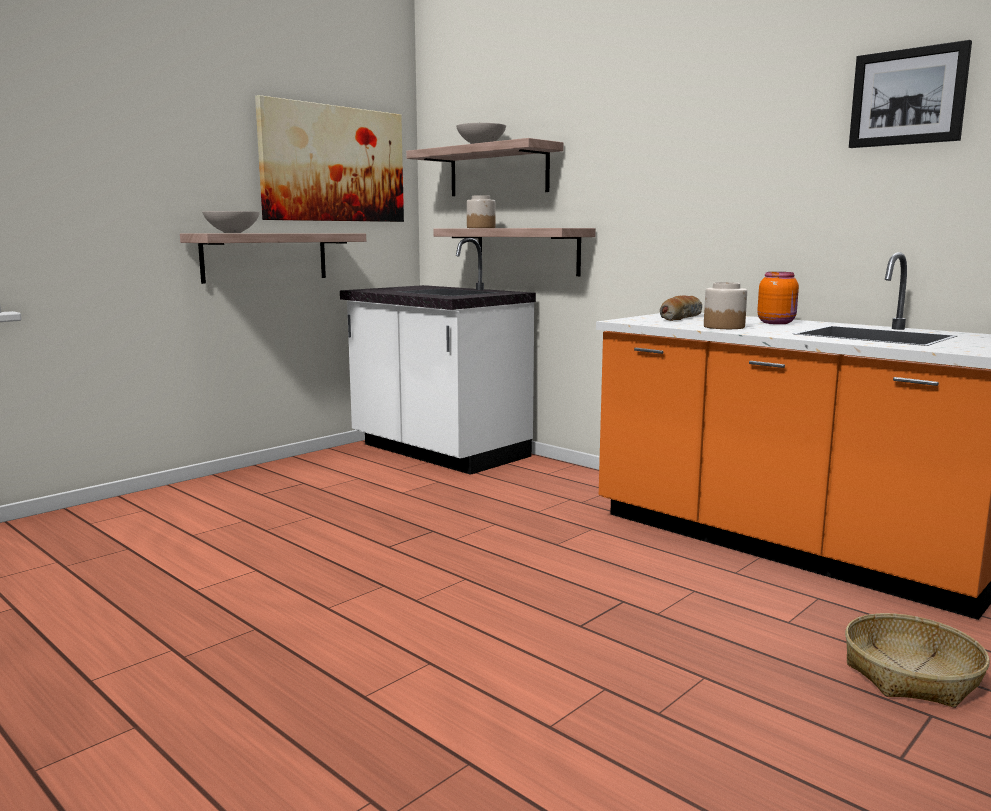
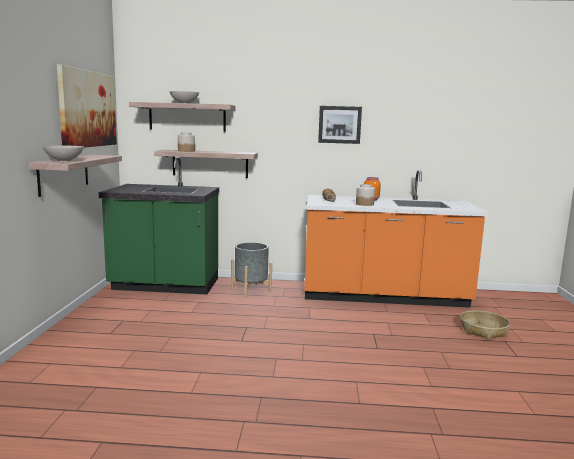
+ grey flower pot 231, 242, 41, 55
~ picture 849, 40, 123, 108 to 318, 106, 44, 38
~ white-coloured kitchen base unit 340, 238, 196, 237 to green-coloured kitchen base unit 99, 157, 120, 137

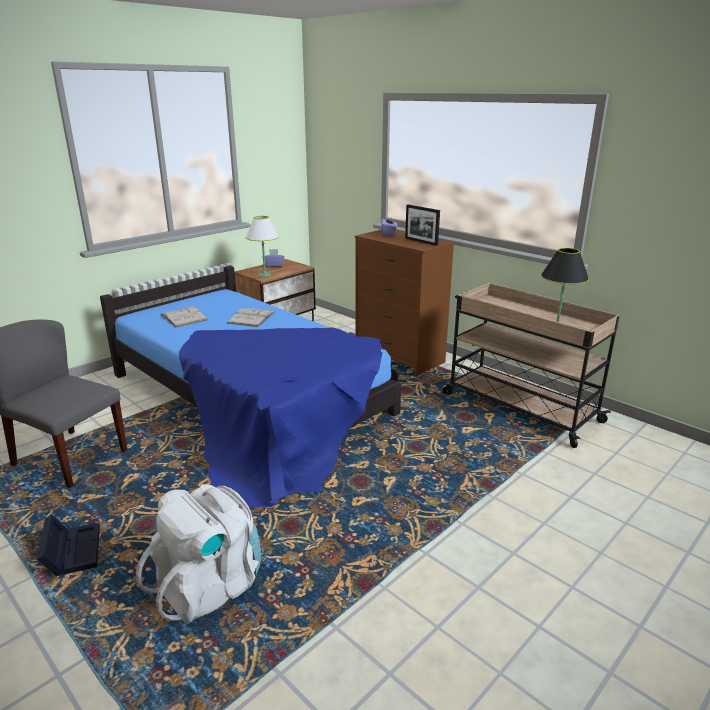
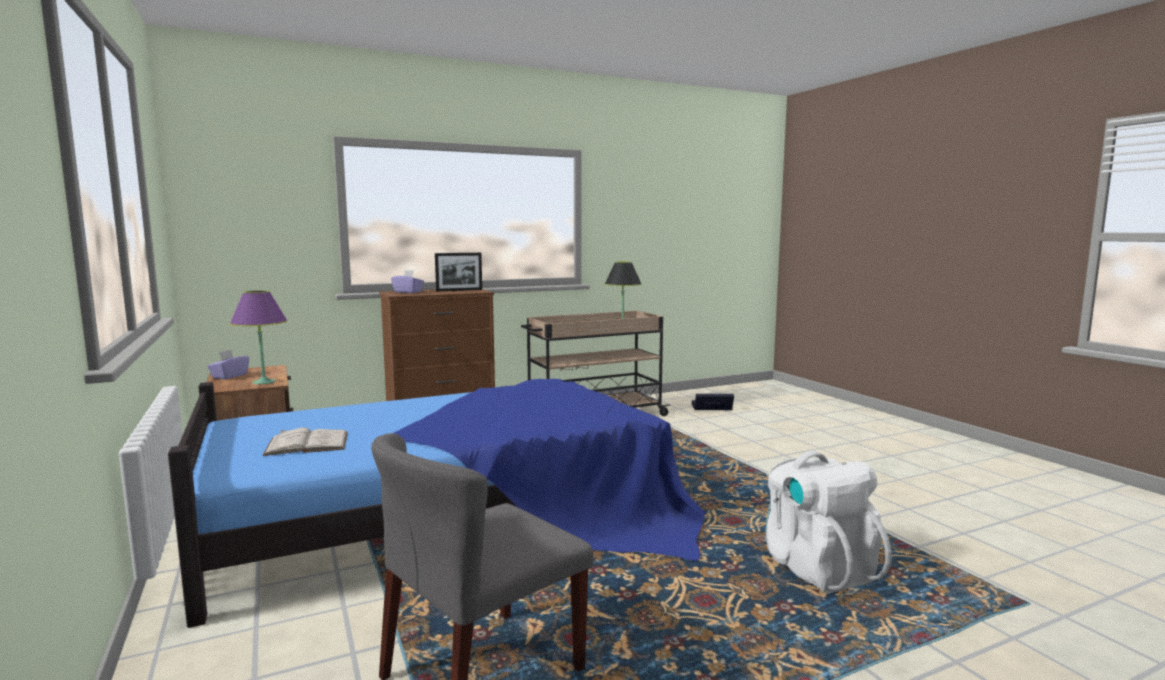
- white-coloured volume 227, 308, 48, 19
~ black-coloured storage box 37, 514, 63, 62 to 692, 394, 42, 16
~ white-coloured lamp for a table 246, 216, 33, 61 to purple-coloured lamp for a table 230, 290, 58, 94

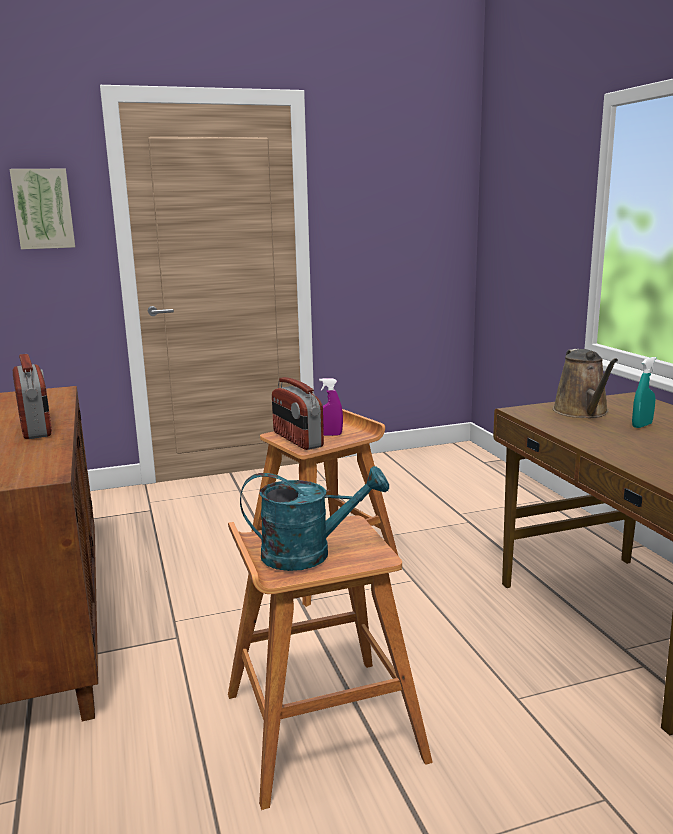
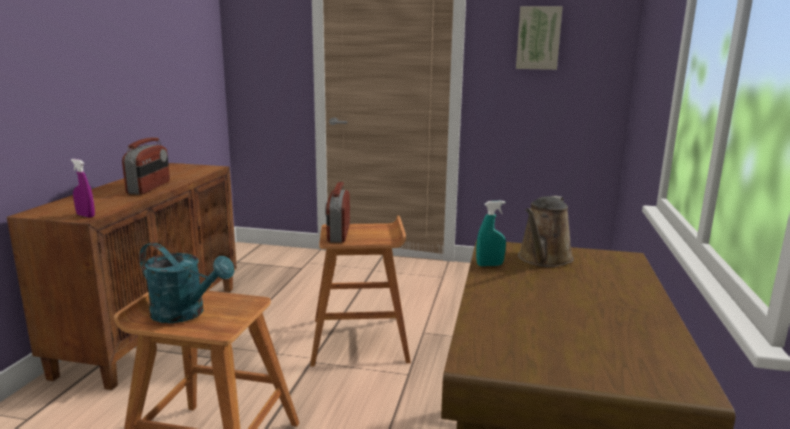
~ picture 9, 169, 66, 80 to 516, 6, 47, 64
~ purple-coloured spray bottle 319, 378, 24, 58 to 71, 159, 24, 59
~ turquoise-coloured spray bottle 632, 357, 25, 71 to 476, 201, 30, 65

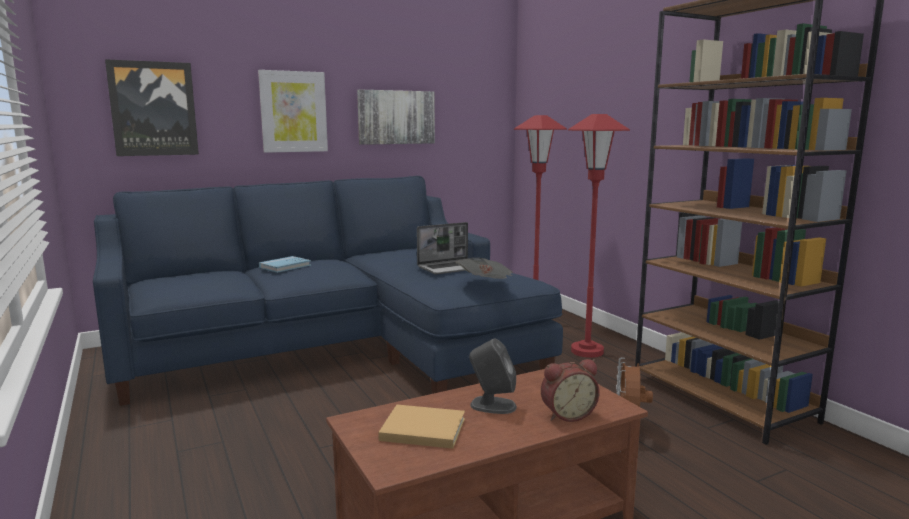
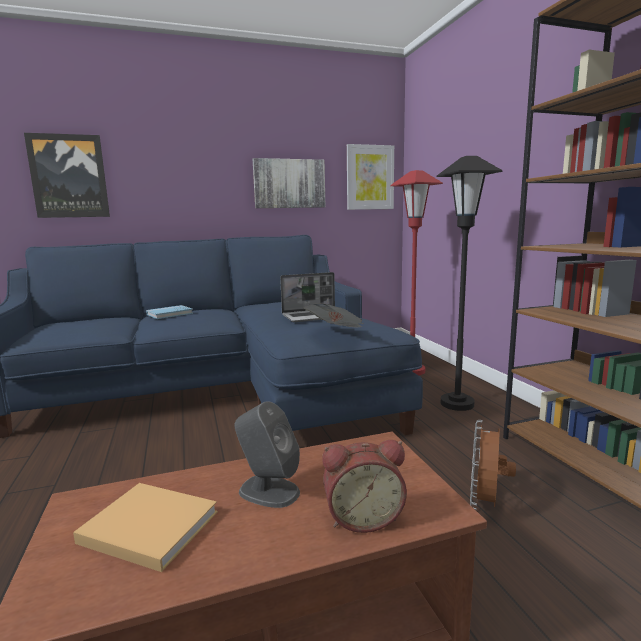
~ picture 258, 70, 70, 83 to 347, 144, 47, 66
~ red-coloured floor lamp 568, 114, 62, 244 to black-coloured floor lamp 437, 156, 65, 255

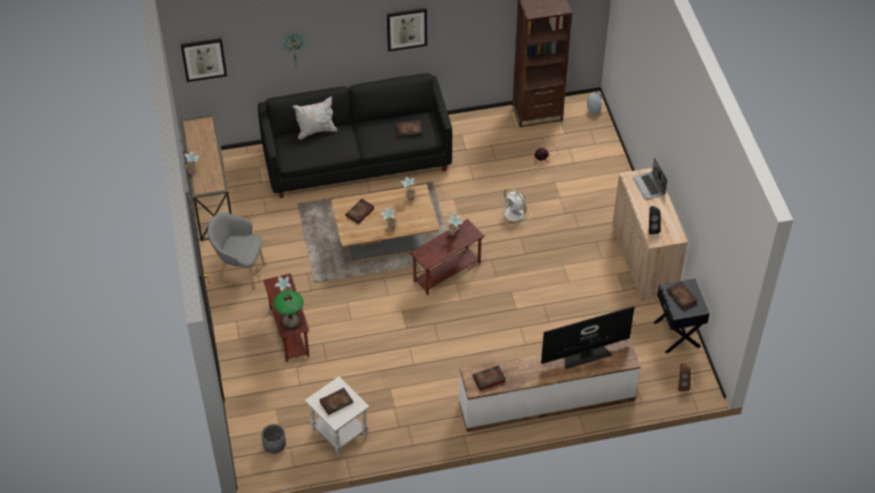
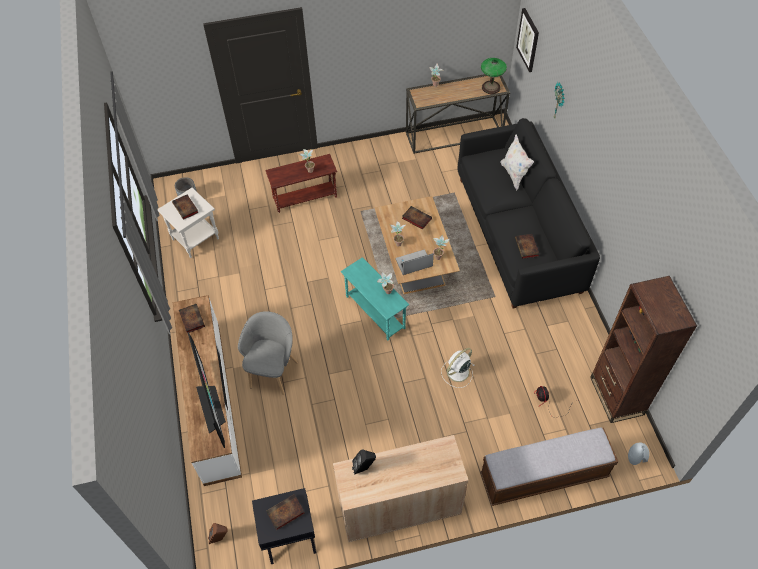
- picture 387, 8, 40, 44
+ long seat 480, 427, 138, 79
~ grey lounge chair 208, 212, 57, 78 to 238, 311, 60, 84
~ lamp for a table 274, 290, 30, 40 to 481, 58, 26, 36
~ portable computer 633, 158, 34, 41 to 396, 250, 38, 25
~ brown-coloured end table 410, 219, 75, 76 to turquoise-coloured end table 341, 257, 69, 84

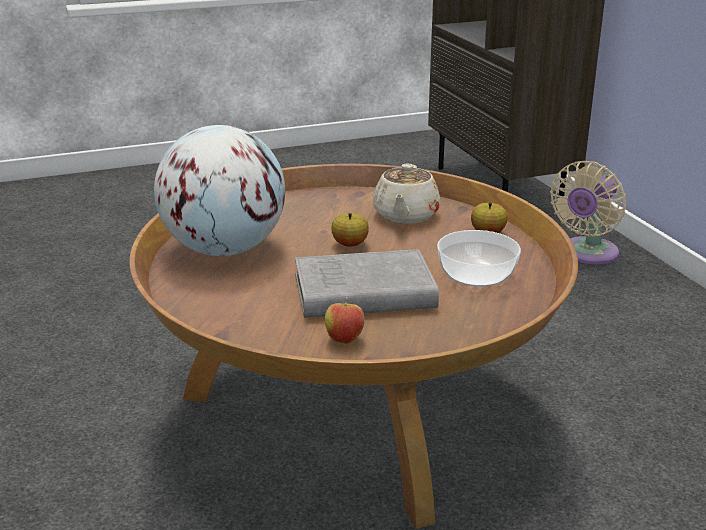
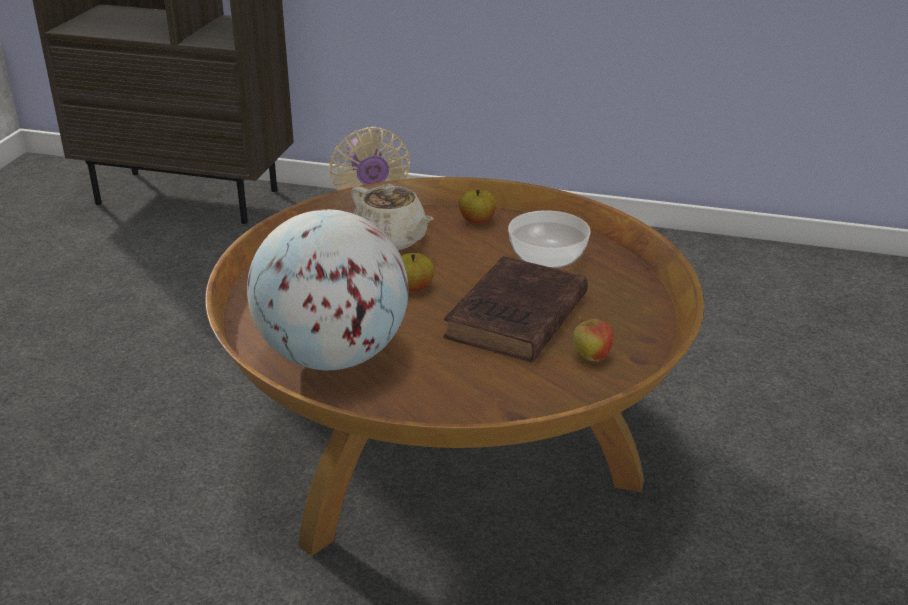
~ grey volume 295, 249, 144, 69 to brown-coloured volume 443, 256, 145, 106

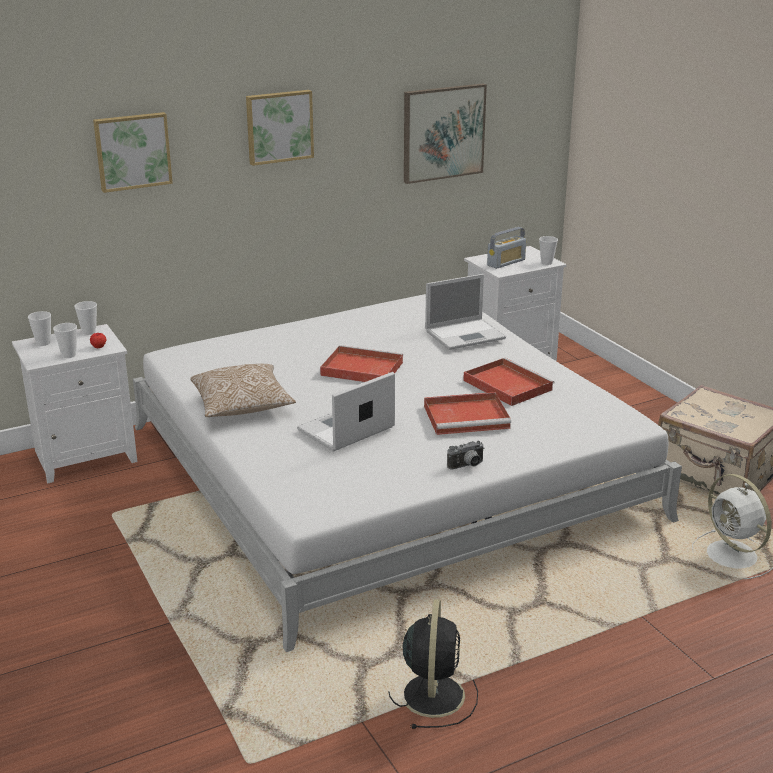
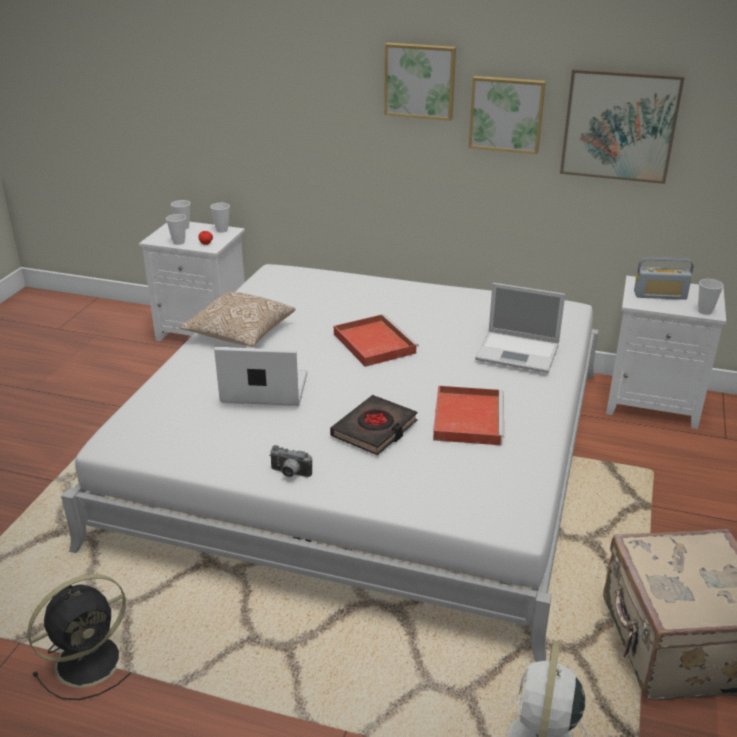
~ picture 93, 112, 80, 81 to 469, 76, 77, 78
~ red-coloured tray 424, 392, 87, 43 to black-coloured volume 330, 395, 88, 60

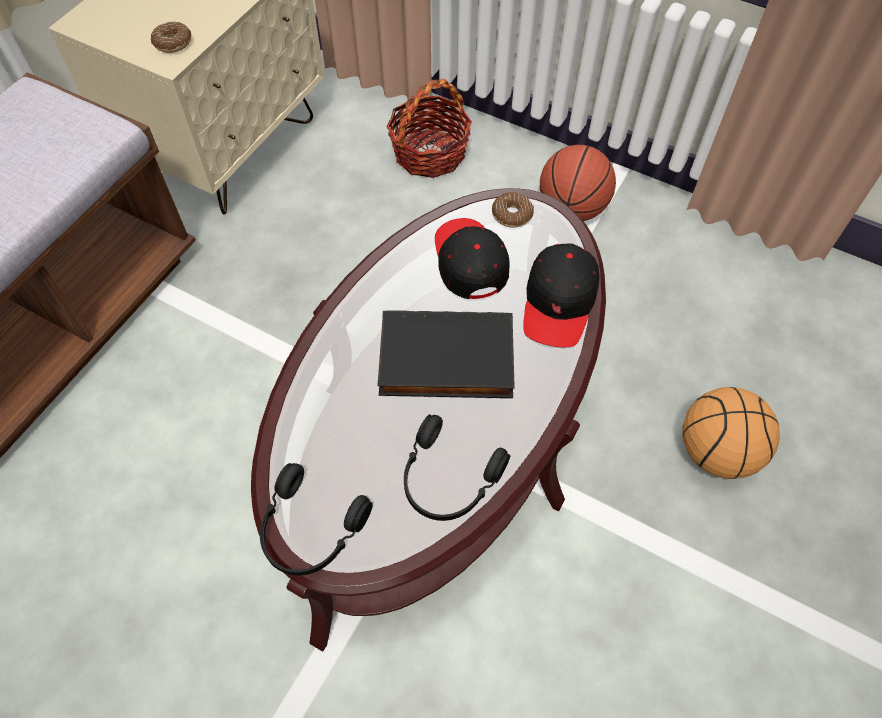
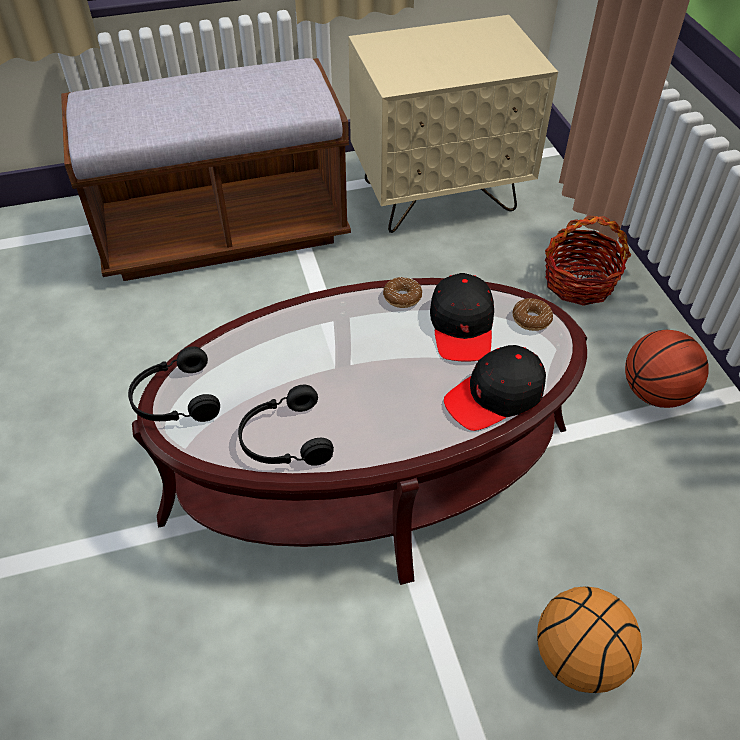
- black-coloured volume 377, 310, 138, 88
~ doughnut 151, 21, 41, 32 to 383, 277, 39, 31
~ black-coloured cap 435, 218, 74, 81 = 430, 273, 64, 88 150 degrees clockwise

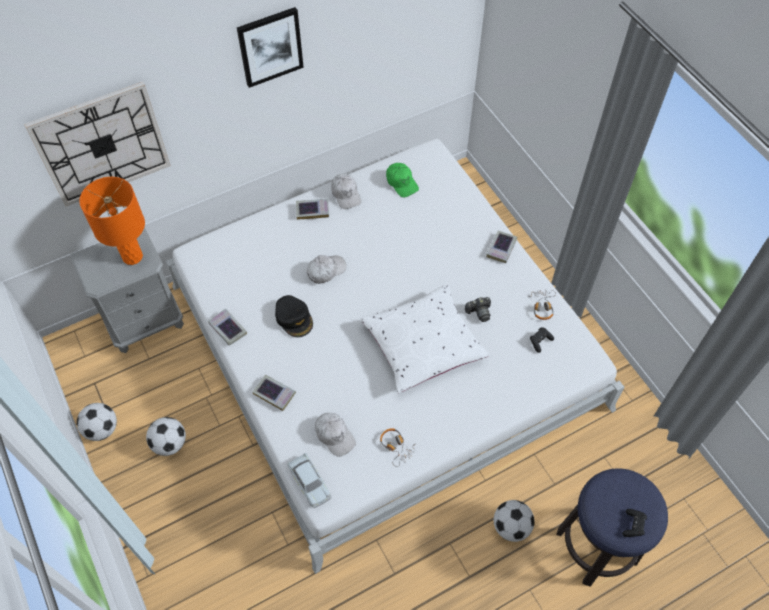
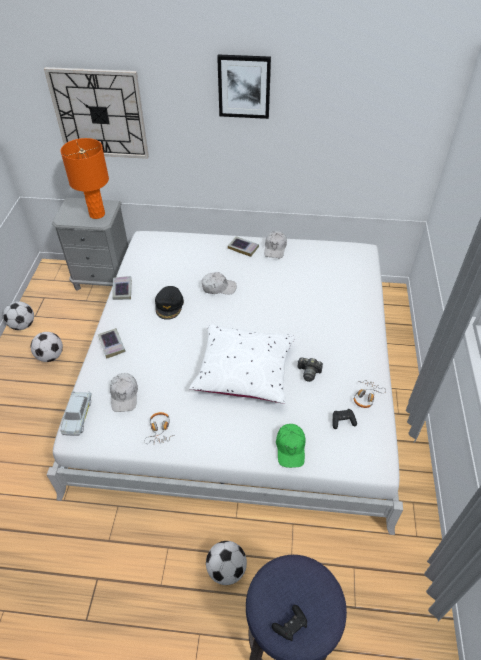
- volume 487, 231, 30, 32
~ green-coloured cap 386, 163, 33, 34 to 276, 424, 30, 44

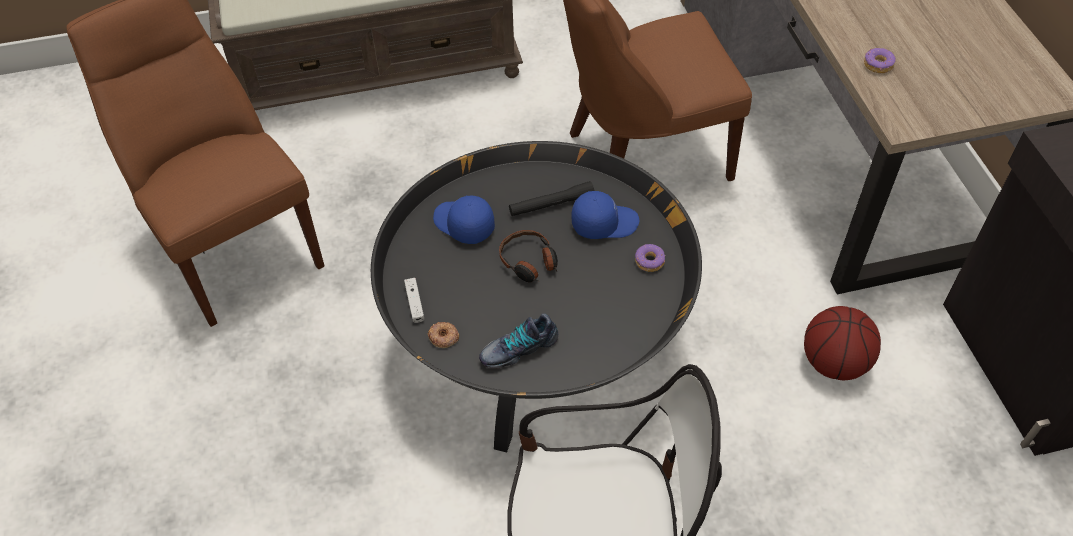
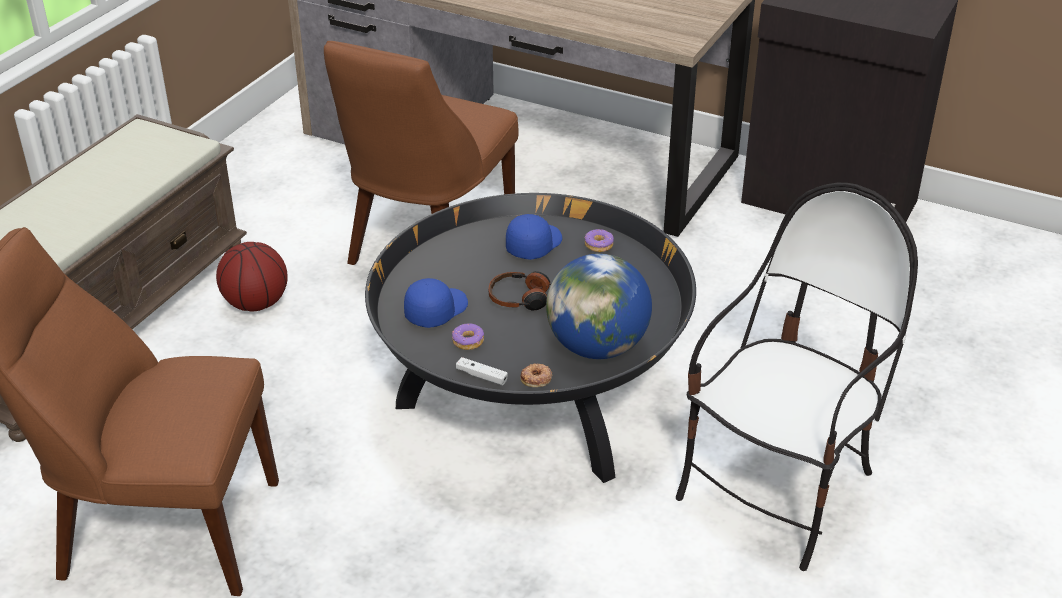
- black-coloured flashlight 509, 181, 86, 35
~ basketball 804, 306, 77, 74 to 216, 242, 72, 69
~ doughnut 864, 48, 32, 25 to 452, 323, 32, 27
~ item of footwear 479, 313, 79, 56 to globe 546, 253, 106, 106
~ bluish cap 433, 196, 62, 48 = 404, 278, 64, 50 135 degrees clockwise

